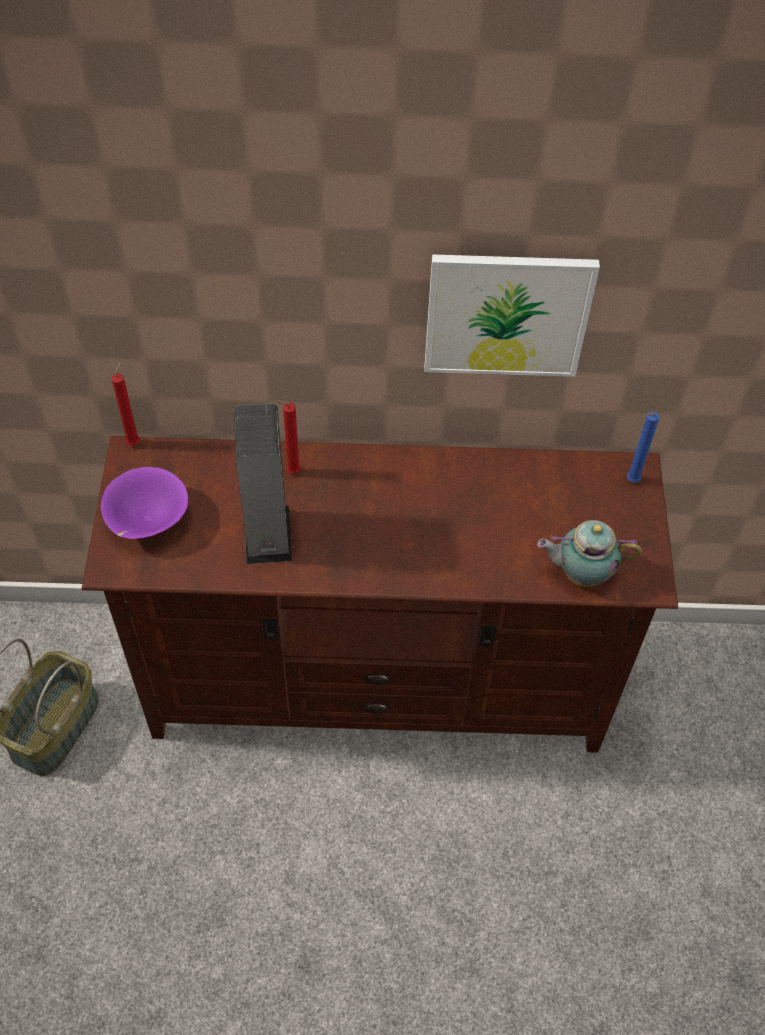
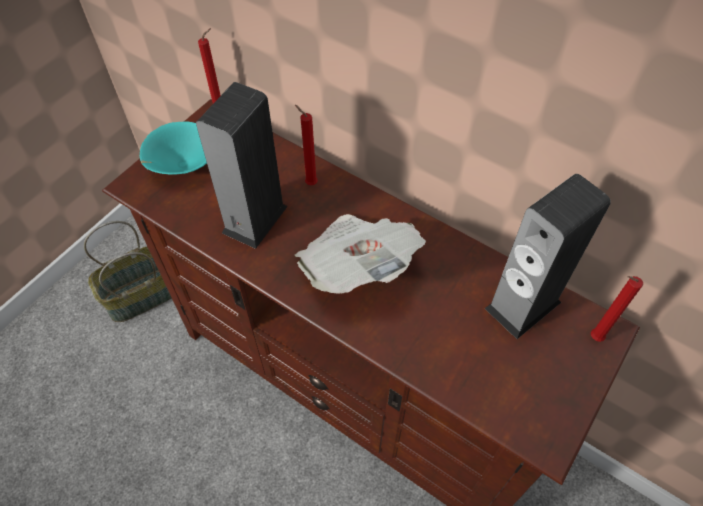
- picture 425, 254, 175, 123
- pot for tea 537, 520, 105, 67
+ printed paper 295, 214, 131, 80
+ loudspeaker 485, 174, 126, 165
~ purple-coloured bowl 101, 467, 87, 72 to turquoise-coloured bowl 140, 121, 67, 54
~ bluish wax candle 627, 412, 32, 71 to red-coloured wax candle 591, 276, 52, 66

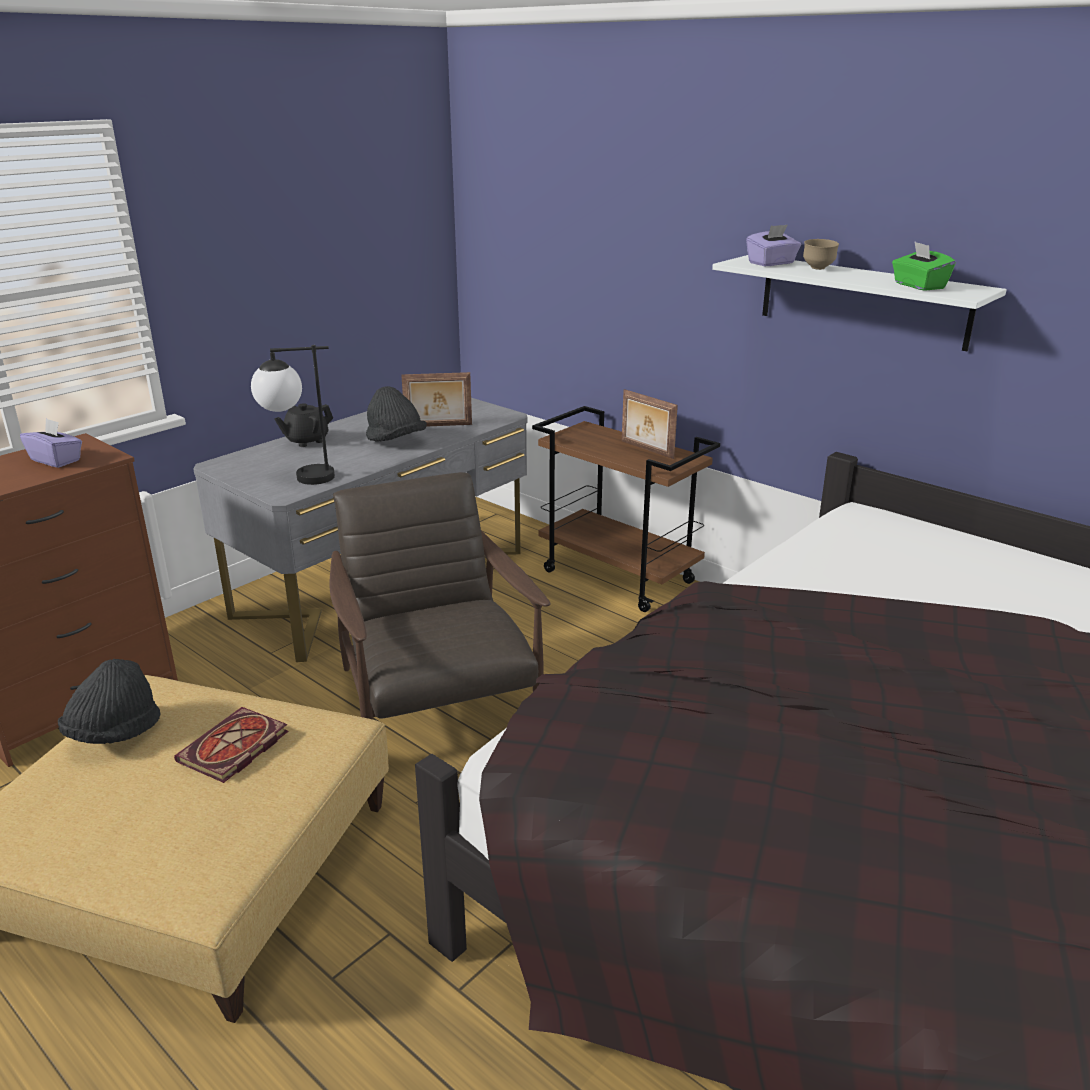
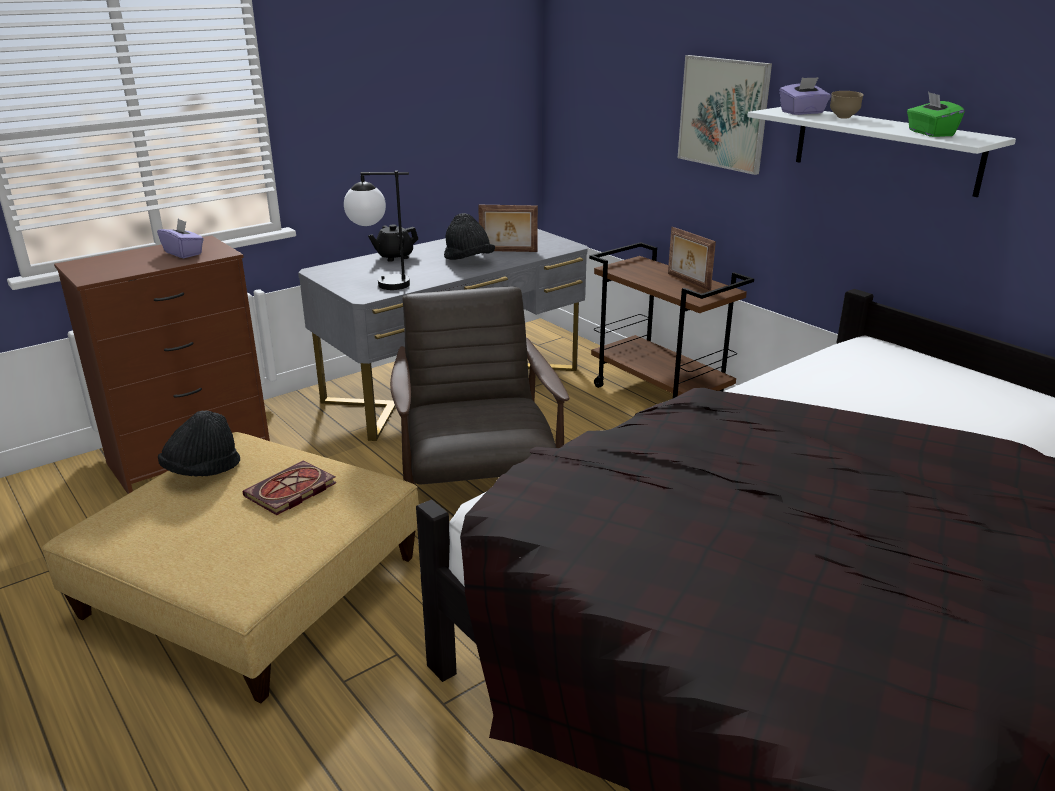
+ picture 678, 55, 94, 120

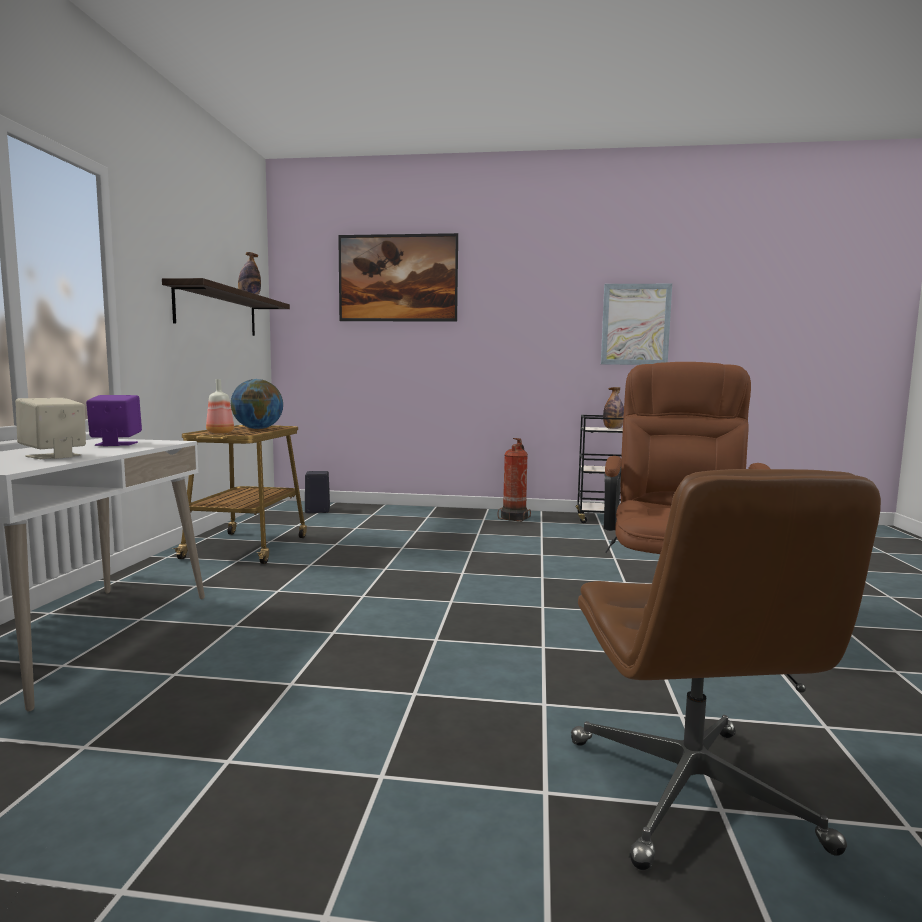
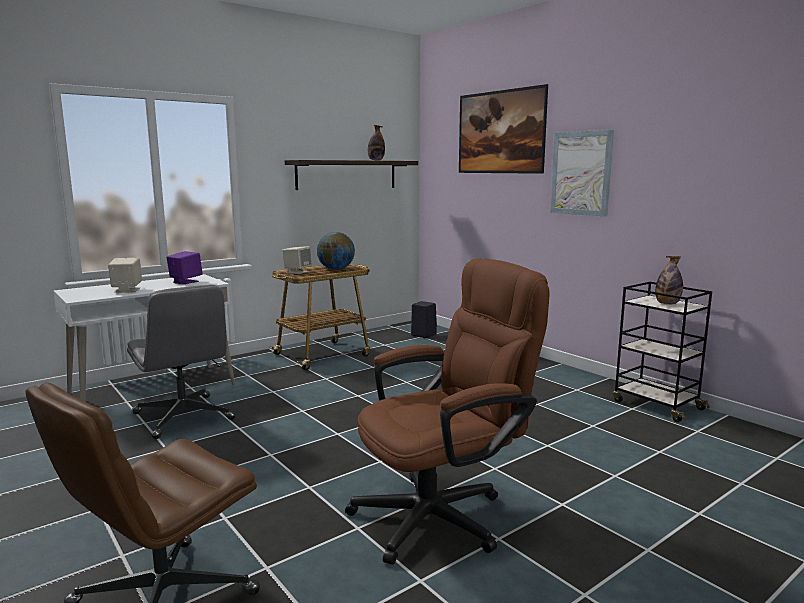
- extinguisher 497, 438, 34, 84
+ grey computer chair 127, 285, 108, 154
~ picture 601, 284, 71, 81 to 550, 130, 64, 87
~ beverage bottle 206, 379, 28, 55 to sand-coloured loudspeaker 282, 246, 30, 28

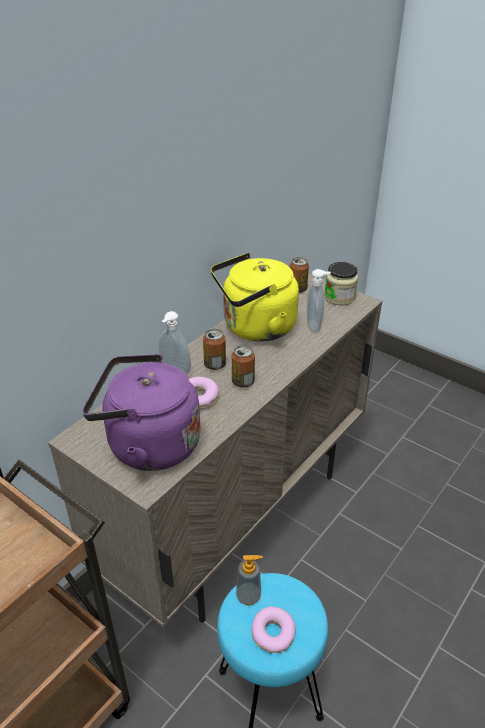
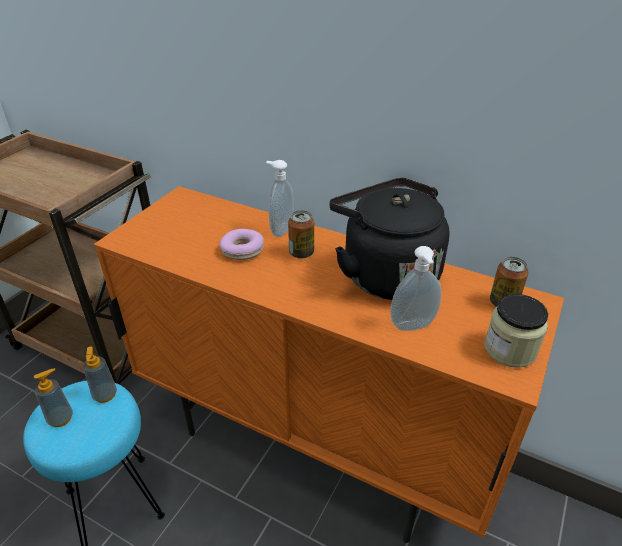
- purple-coloured tea kettle 83, 354, 118, 117
- can 232, 345, 23, 43
~ doughnut 252, 606, 44, 47 to soap bottle 34, 368, 39, 59
~ sand-coloured cabinet 48, 273, 334, 354 to orange cabinet 94, 186, 470, 357
~ yellow-coloured tea kettle 211, 253, 88, 88 to black-coloured tea kettle 329, 178, 120, 122

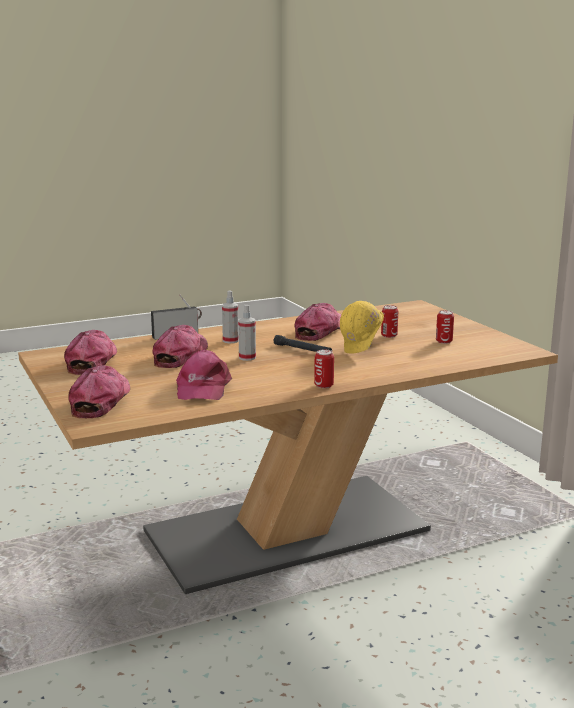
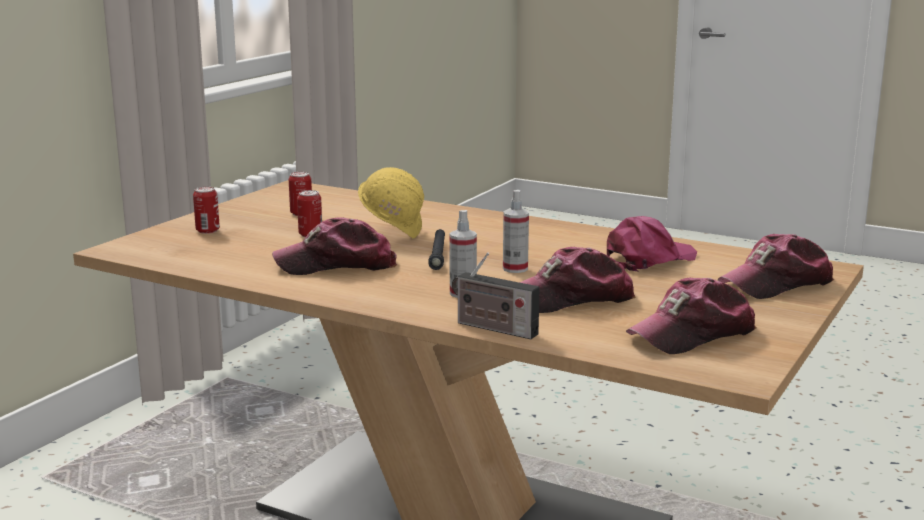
~ can 314, 349, 20, 39 to 193, 187, 27, 47

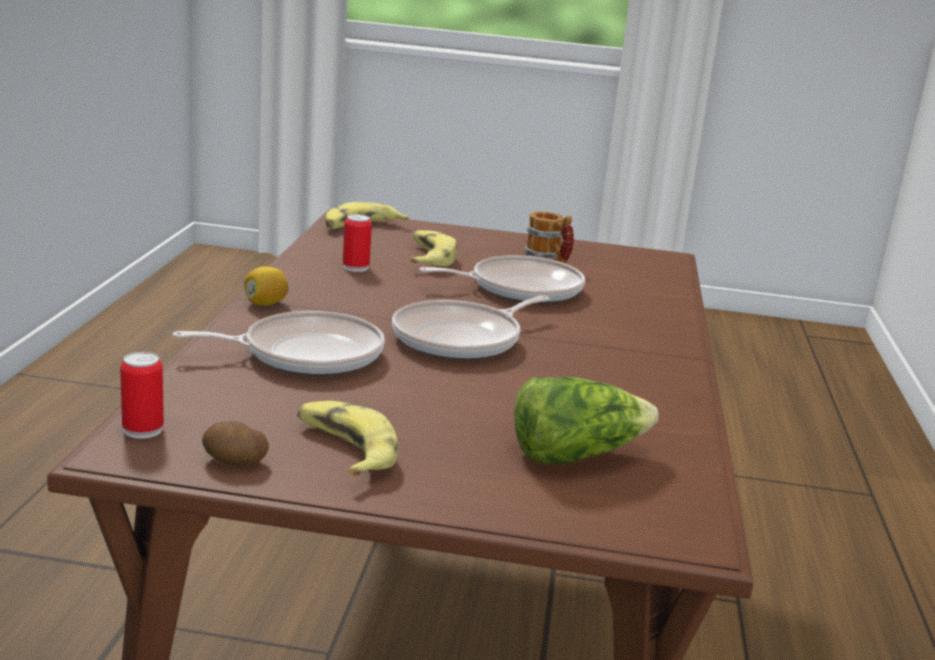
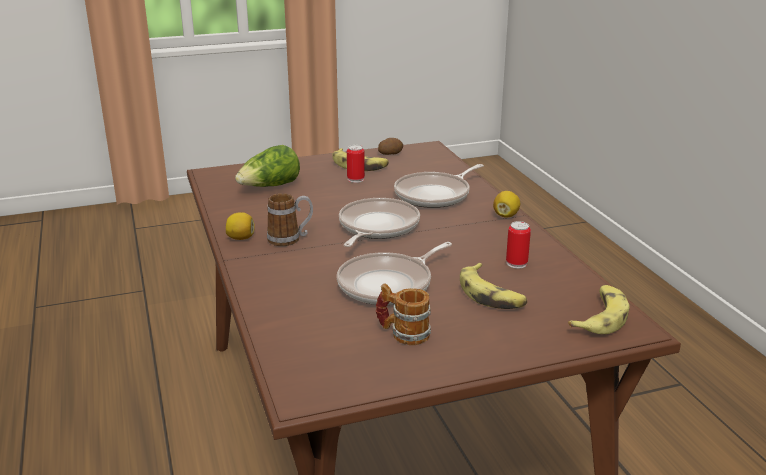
+ lemon 226, 212, 29, 28
+ mug 267, 193, 46, 53
~ can 120, 352, 44, 87 to 347, 145, 18, 38

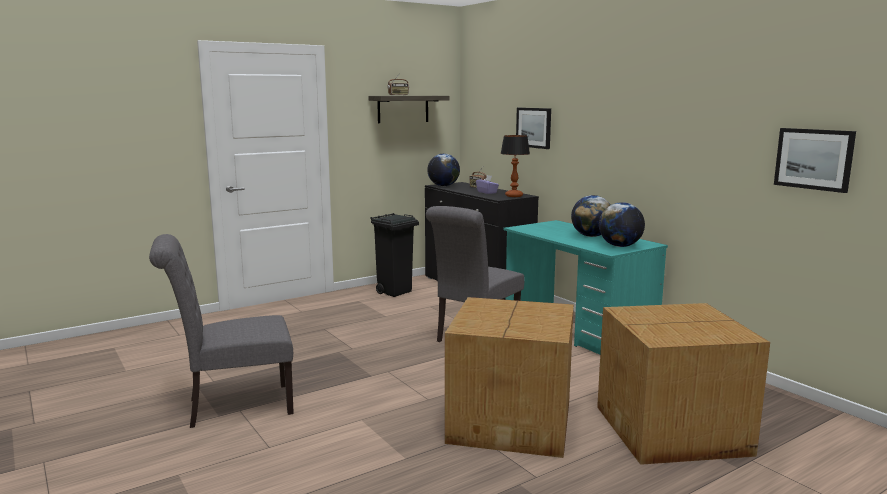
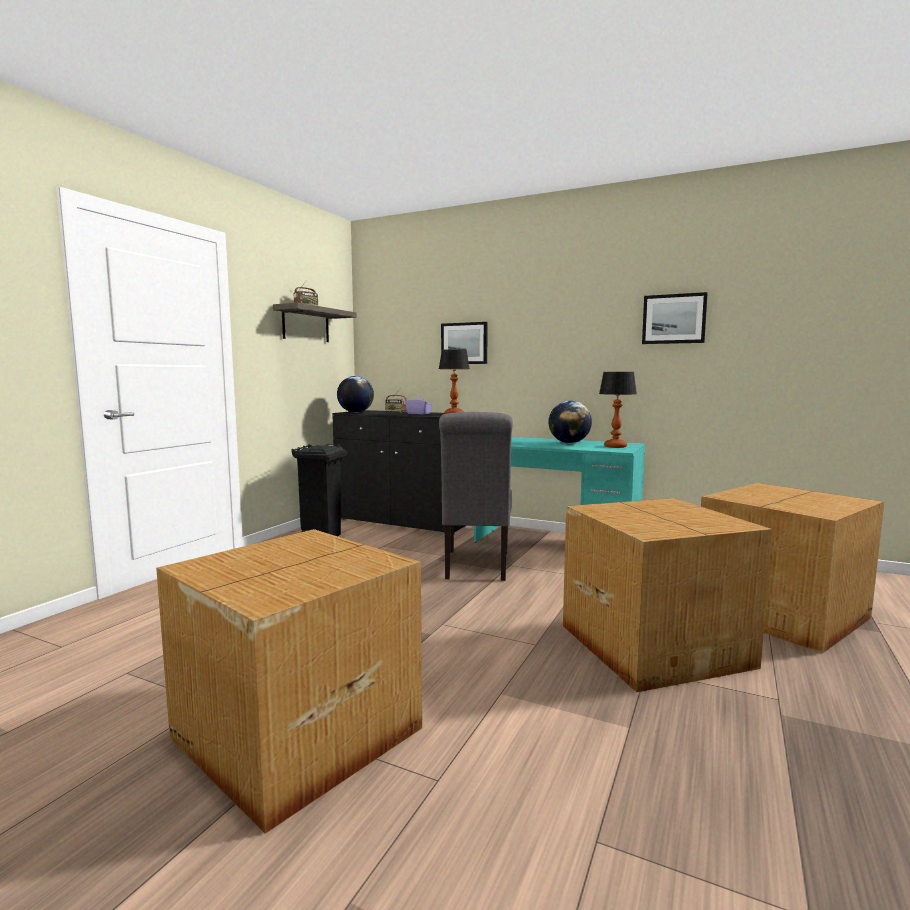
~ picture 774, 128, 82, 65 to 642, 292, 66, 52
~ grey chair 149, 234, 145, 194 to cardboard box 156, 529, 266, 305
~ globe 599, 202, 46, 45 to lamp for a table 599, 372, 38, 76

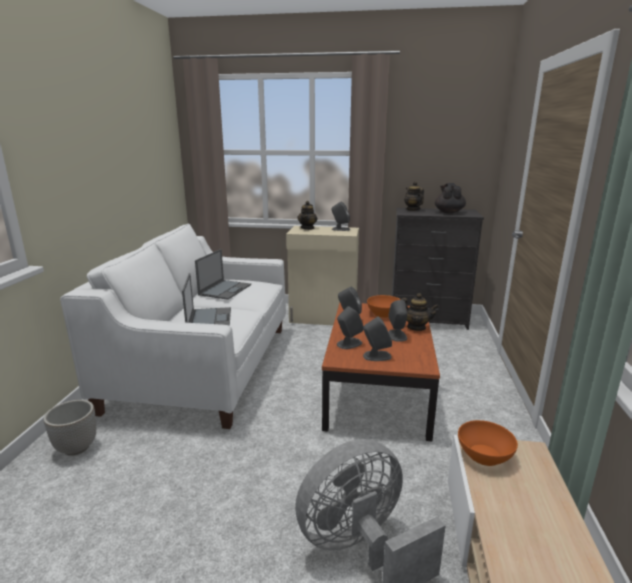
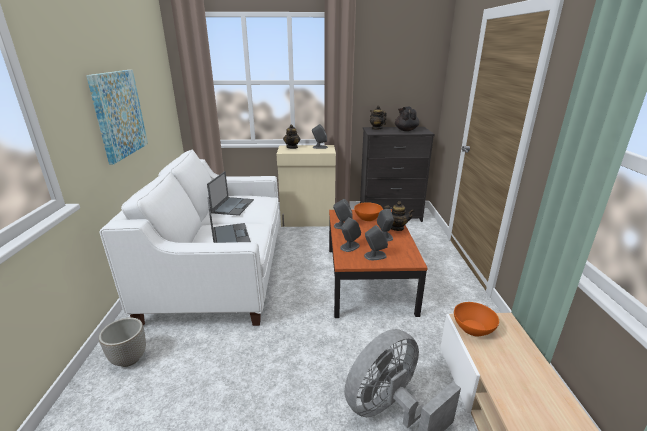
+ picture 86, 70, 62, 94

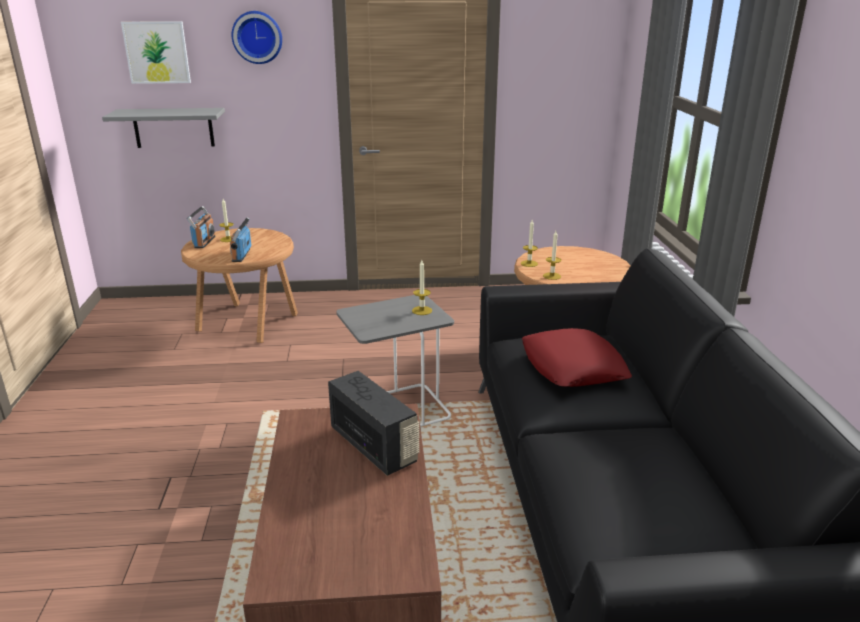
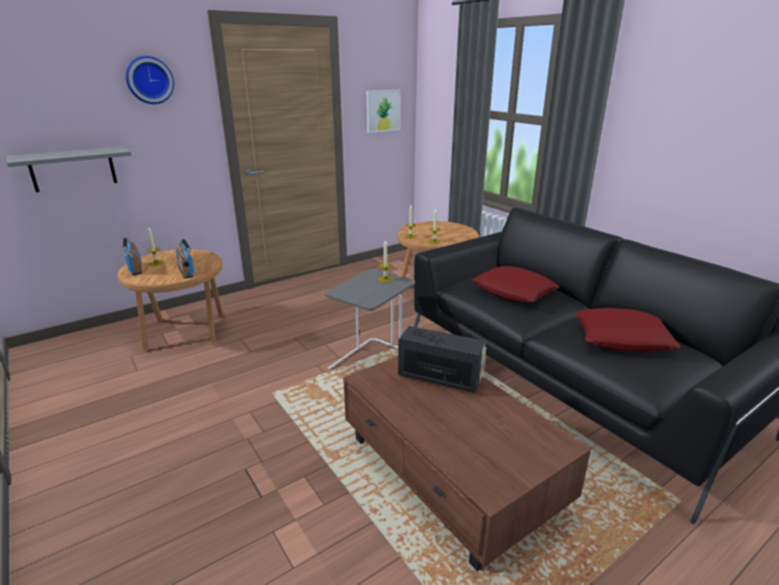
+ red-coloured cushion 575, 308, 106, 44
~ picture 121, 21, 70, 63 to 367, 90, 33, 43

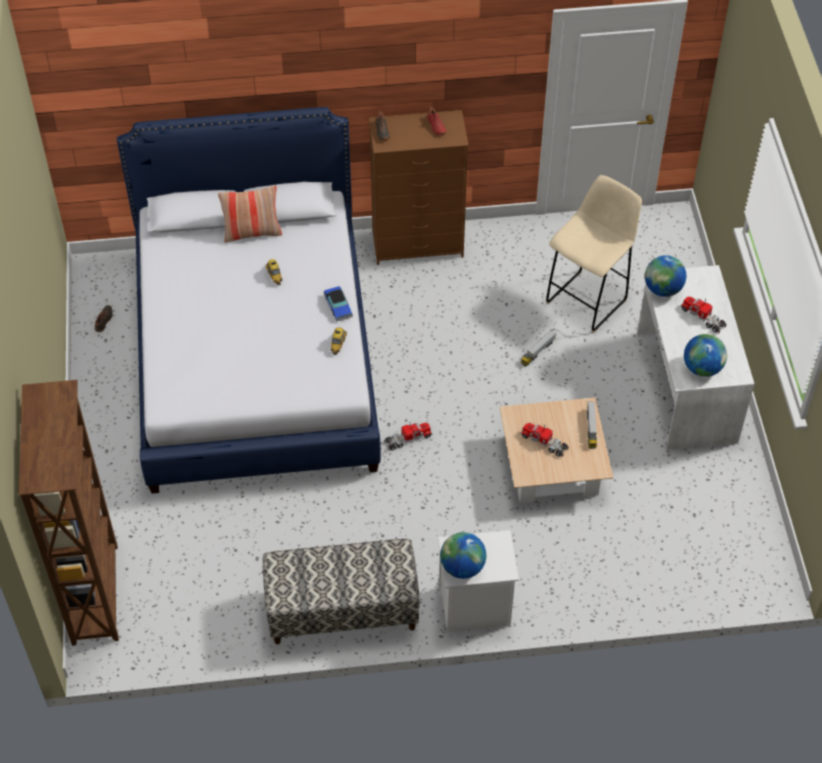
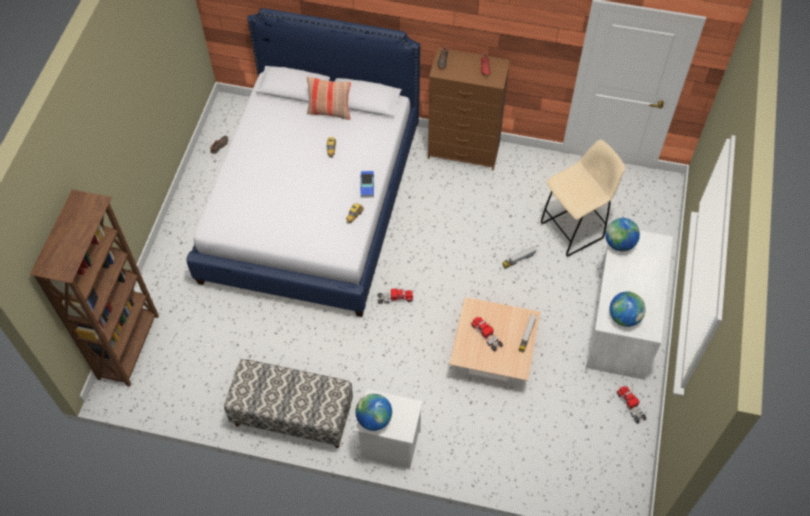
~ model truck 680, 297, 47, 36 to 616, 386, 31, 38

